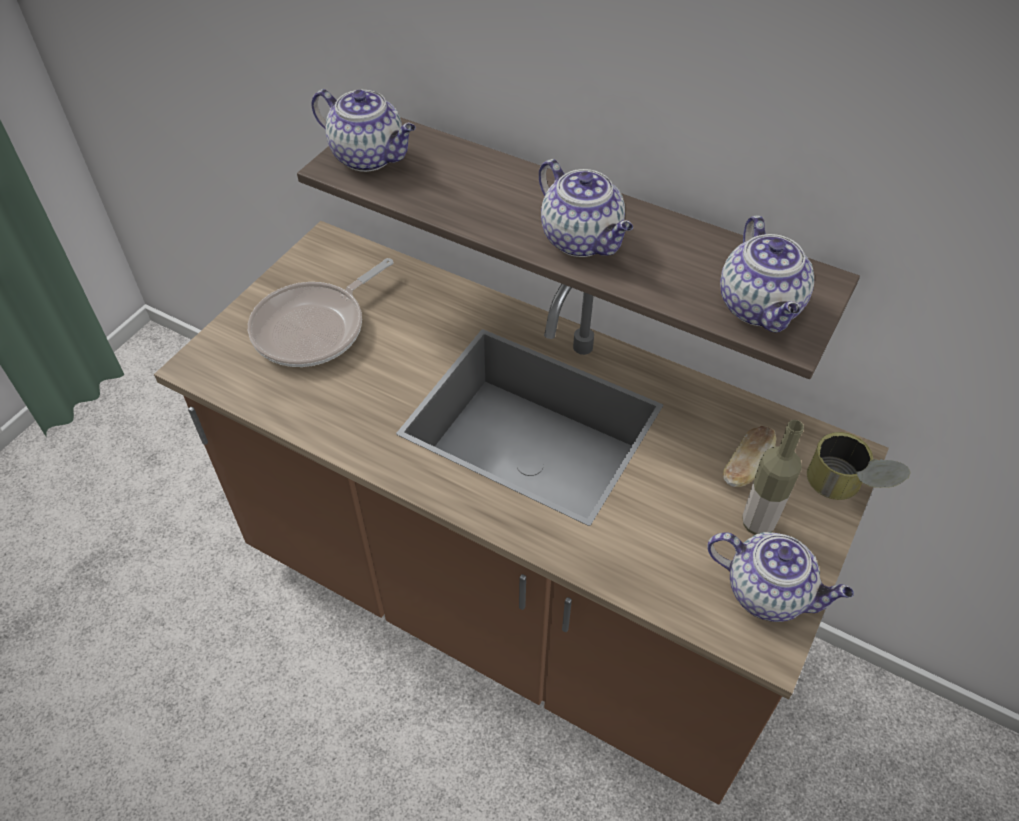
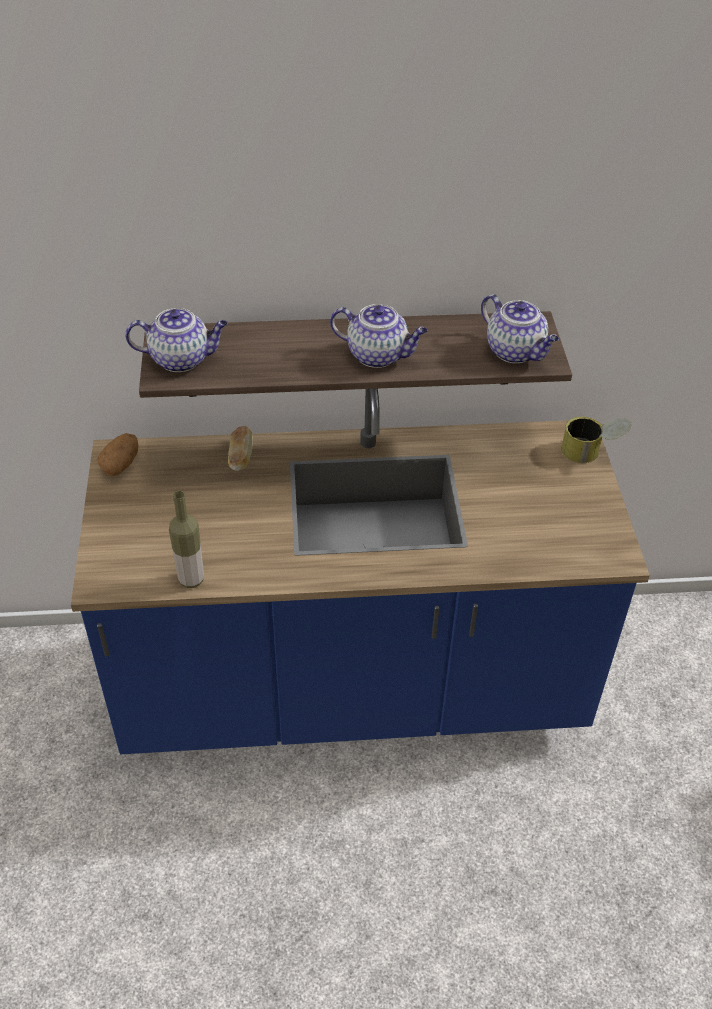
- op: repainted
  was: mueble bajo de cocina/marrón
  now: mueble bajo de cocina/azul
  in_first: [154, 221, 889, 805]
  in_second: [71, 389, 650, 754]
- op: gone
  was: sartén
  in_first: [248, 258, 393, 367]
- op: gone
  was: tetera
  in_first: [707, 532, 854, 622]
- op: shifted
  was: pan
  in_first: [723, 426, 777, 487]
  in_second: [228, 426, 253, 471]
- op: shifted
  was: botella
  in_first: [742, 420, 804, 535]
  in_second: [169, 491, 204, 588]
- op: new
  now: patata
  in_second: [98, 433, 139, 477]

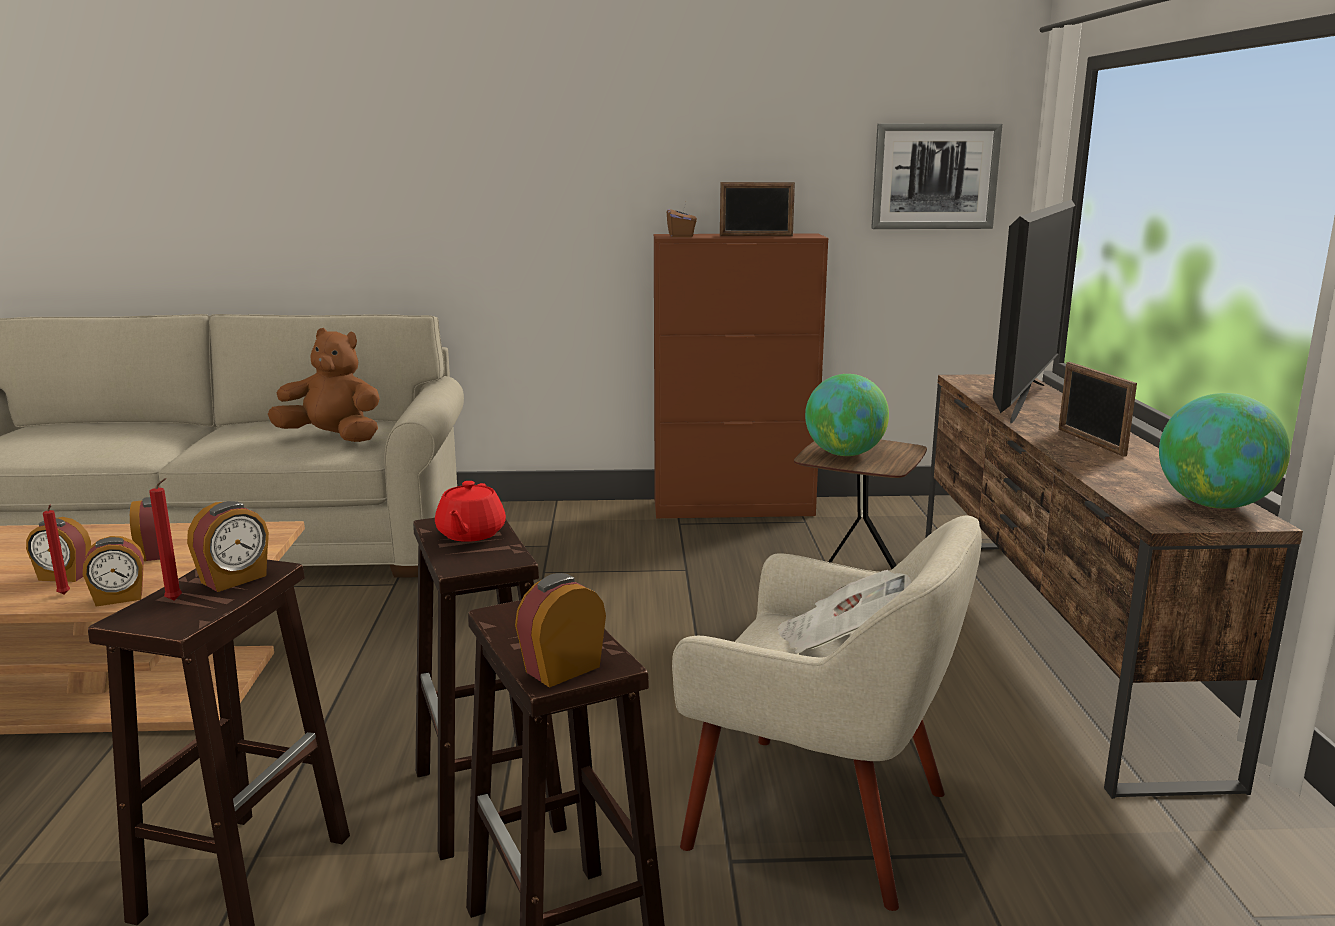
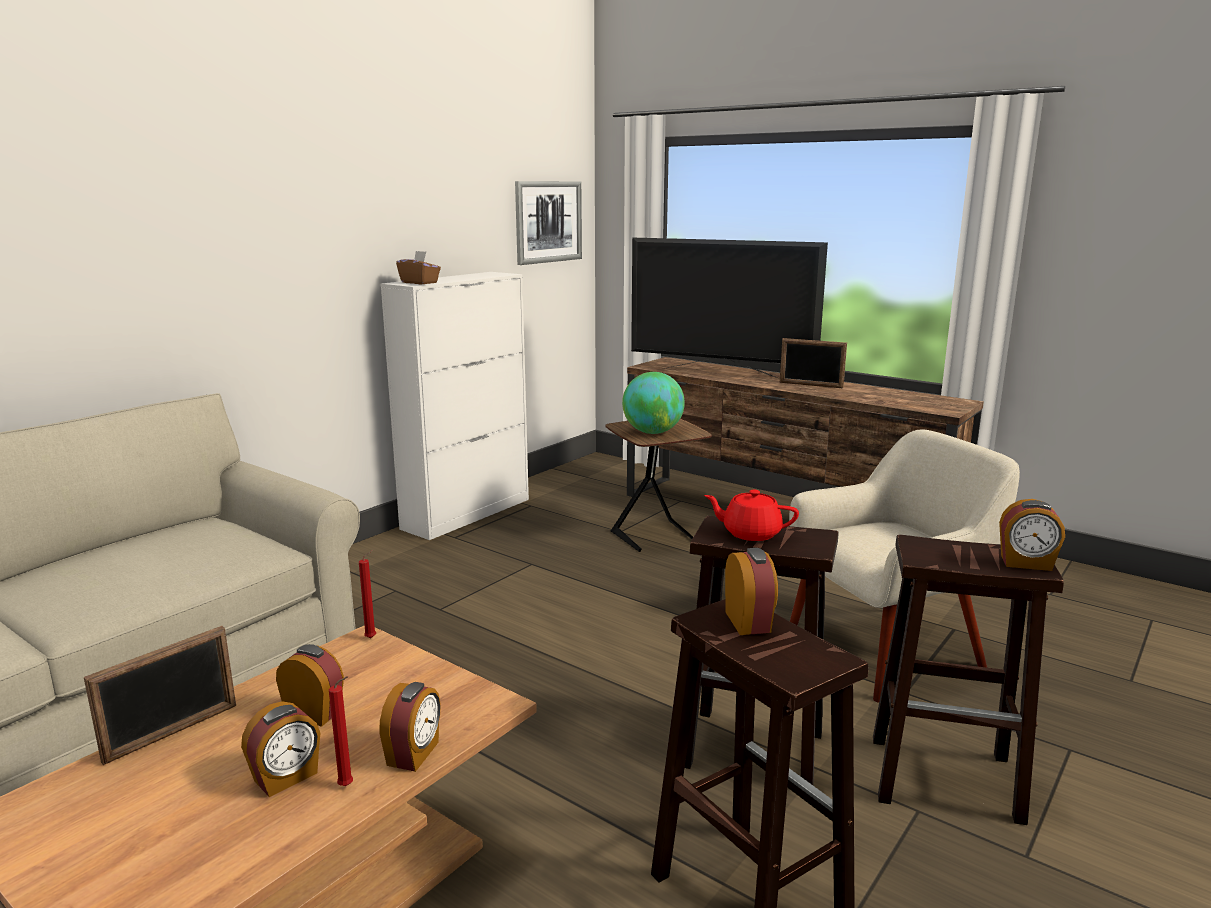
- op: shifted
  was: vela/rojo
  in_first: [149, 478, 182, 600]
  in_second: [359, 550, 376, 639]
- op: gone
  was: peluche/marrón
  in_first: [268, 328, 380, 442]
- op: rotated
  was: tetera/rojo
  in_first: [435, 481, 506, 542]
  in_second: [704, 490, 799, 541]
  clockwise: 150
- op: rotated
  was: despertador
  in_first: [515, 573, 606, 688]
  in_second: [999, 499, 1065, 571]
  clockwise: -75
- op: repainted
  was: armario/marrón
  now: armario/blanco
  in_first: [654, 233, 828, 518]
  in_second: [381, 272, 529, 540]
- op: shifted
  was: portarretratos
  in_first: [720, 182, 795, 236]
  in_second: [84, 626, 236, 765]
- op: gone
  was: periódico
  in_first: [777, 570, 911, 654]
- op: rotated
  was: televisor
  in_first: [993, 200, 1076, 423]
  in_second: [631, 238, 828, 379]
  clockwise: 135
- op: gone
  was: globo terráqueo
  in_first: [1159, 393, 1290, 509]

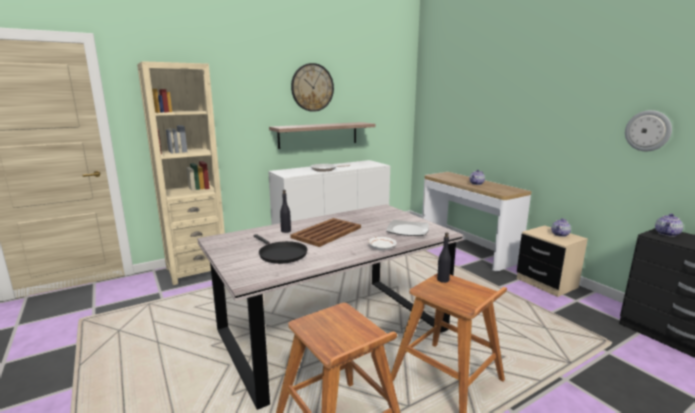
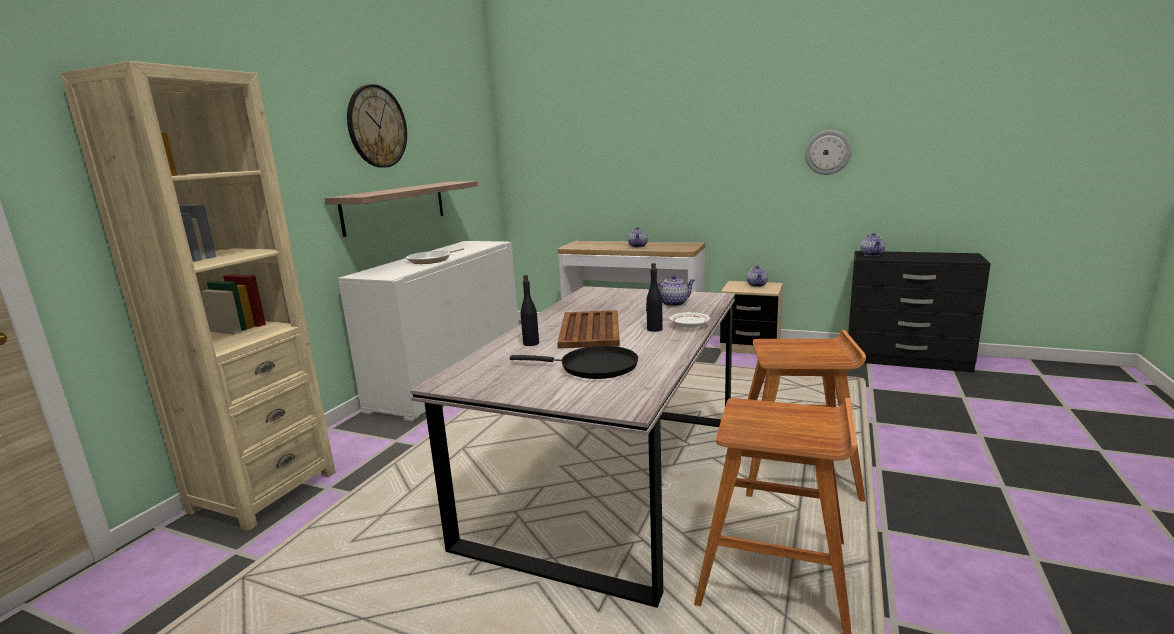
- op: swapped
  was: plato
  now: tetera
  in_first: [386, 220, 429, 236]
  in_second: [657, 275, 695, 306]
- op: shifted
  was: botella/negro
  in_first: [437, 232, 451, 283]
  in_second: [646, 263, 663, 332]

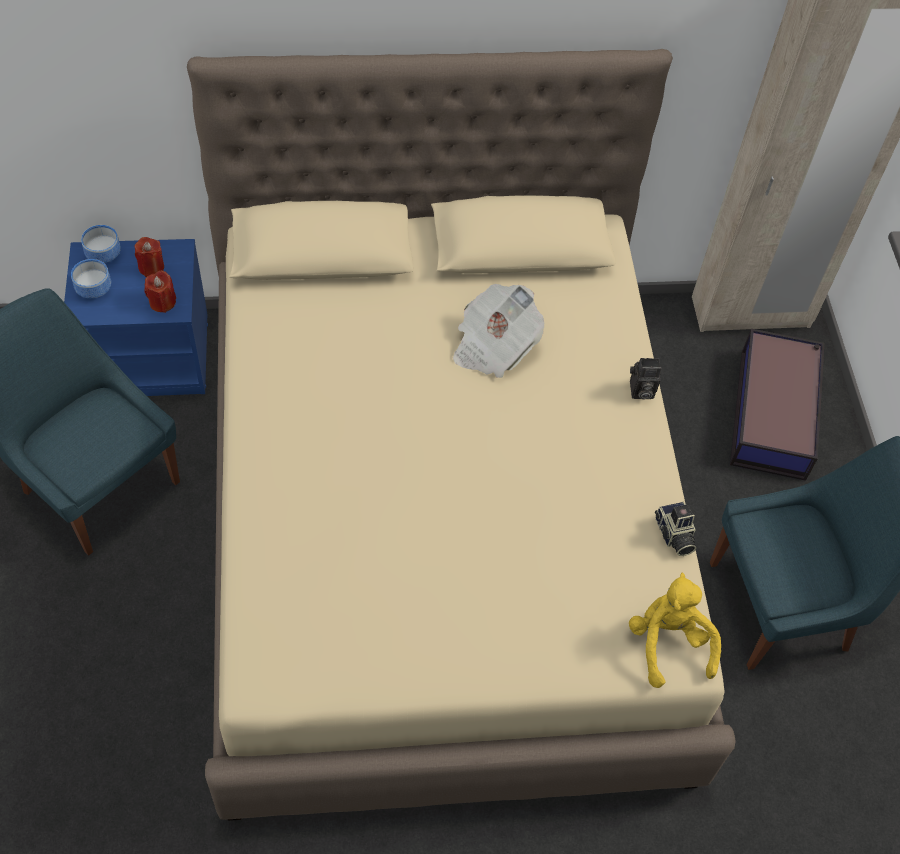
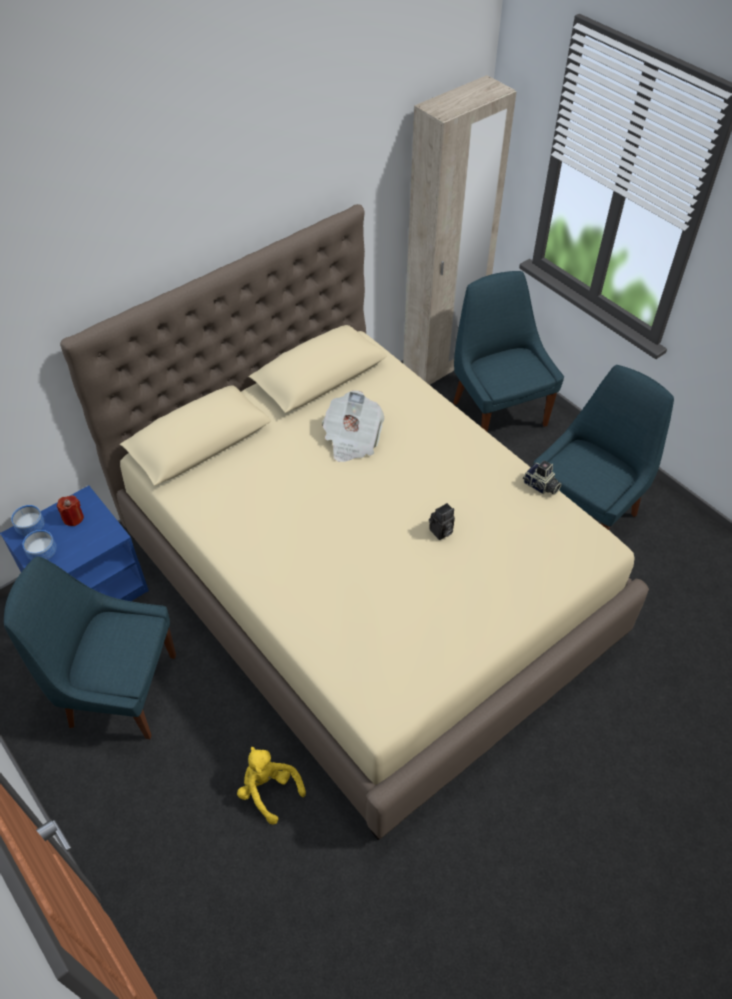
- op: gone
  was: vela/rojo
  in_first: [144, 271, 176, 313]
- op: shifted
  was: peluche/amarillo
  in_first: [629, 573, 721, 688]
  in_second: [237, 747, 306, 825]
- op: shifted
  was: cámara
  in_first: [630, 358, 662, 399]
  in_second: [429, 503, 455, 540]
- op: swapped
  was: caja de almacenaje
  now: silla/azul
  in_first: [730, 329, 824, 481]
  in_second: [453, 271, 564, 432]

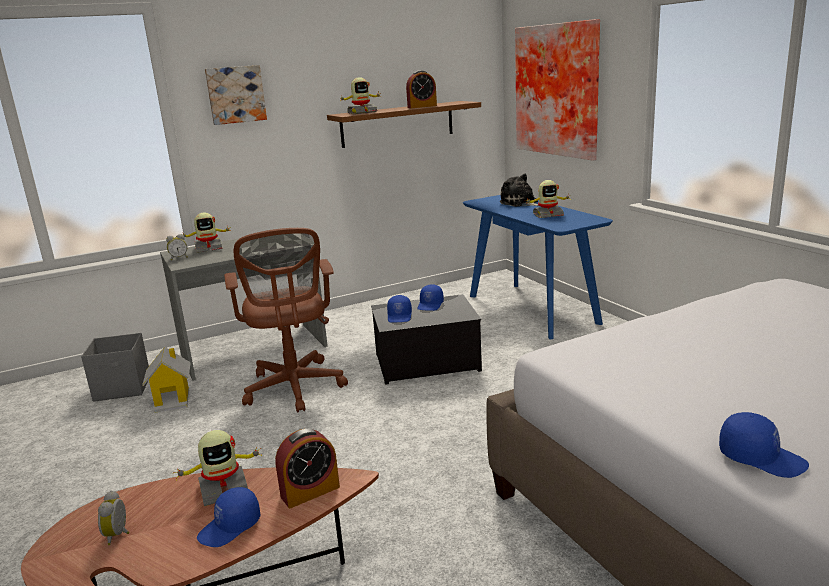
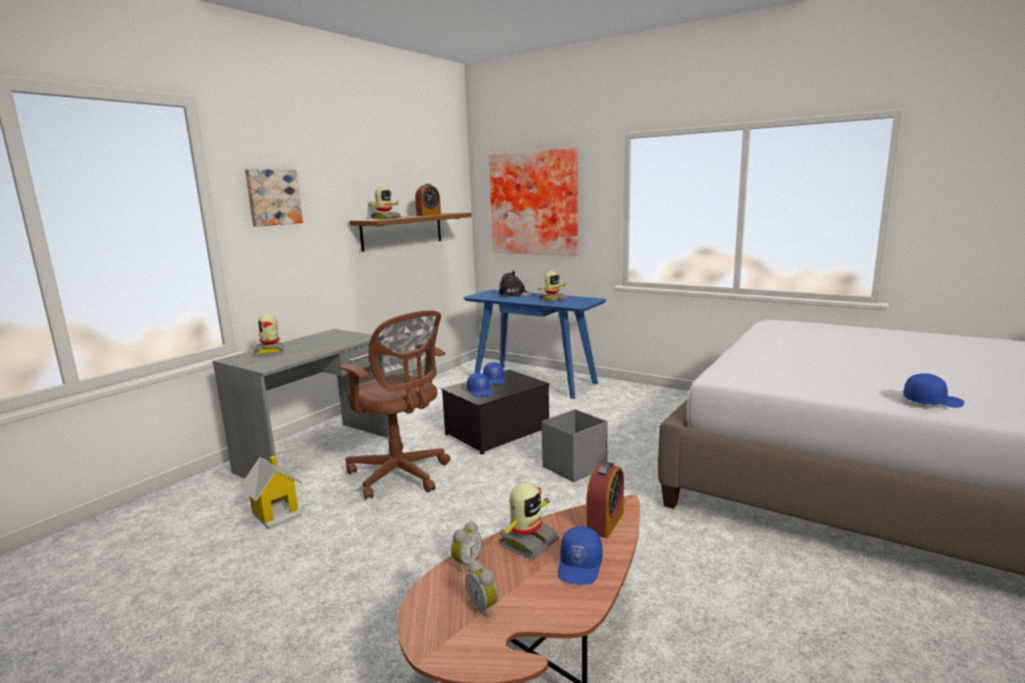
- op: shifted
  was: caja de almacenaje/gris
  in_first: [81, 333, 149, 402]
  in_second: [542, 409, 607, 482]
- op: shifted
  was: despertador
  in_first: [166, 234, 188, 260]
  in_second: [451, 521, 482, 572]
- op: rotated
  was: robot de juguete
  in_first: [182, 212, 231, 253]
  in_second: [253, 314, 284, 356]
  clockwise: 120

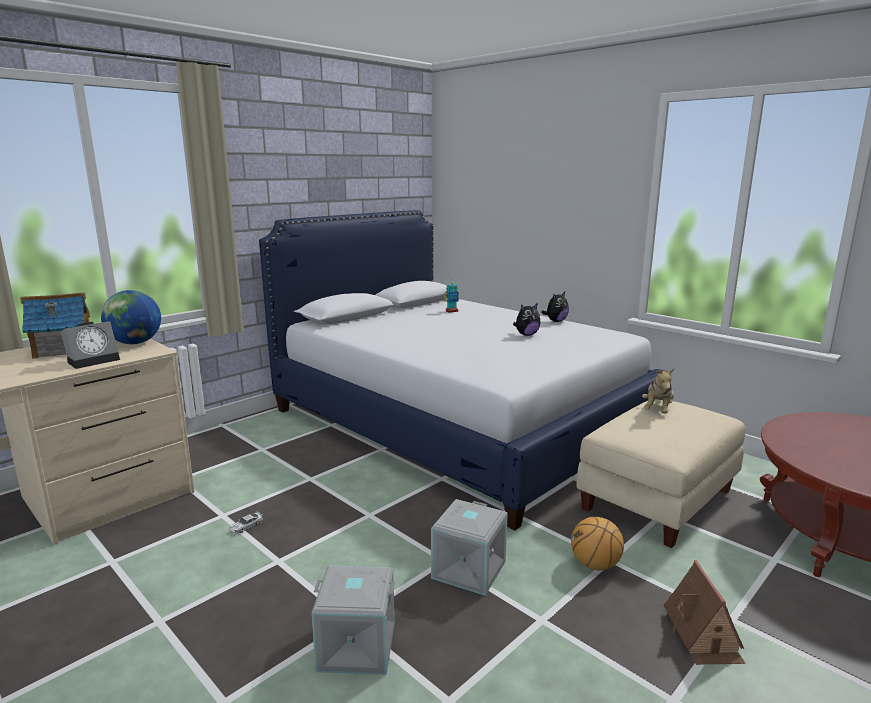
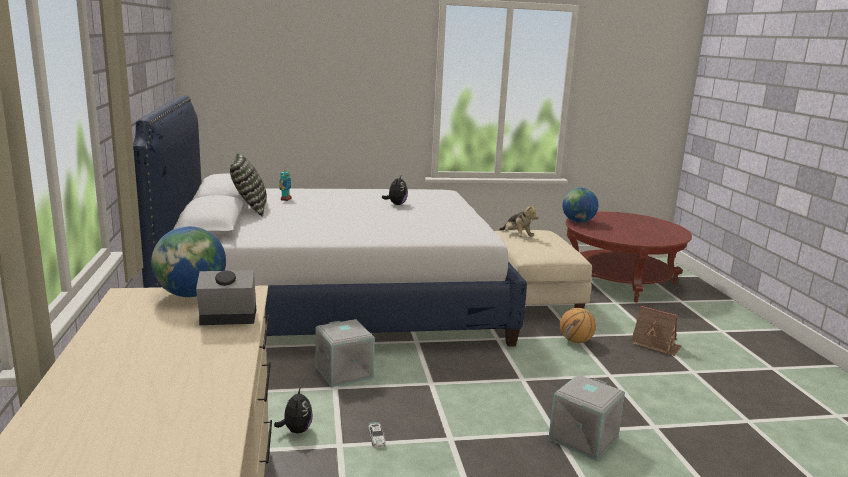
- op: gone
  was: casita
  in_first: [20, 292, 90, 359]
- op: rotated
  was: despertador
  in_first: [61, 321, 120, 369]
  in_second: [196, 270, 256, 325]
  clockwise: -90
- op: shifted
  was: caja de almacenaje/gris
  in_first: [431, 499, 508, 596]
  in_second: [316, 319, 375, 387]
- op: shifted
  was: peluche
  in_first: [541, 292, 569, 322]
  in_second: [274, 387, 313, 433]
- op: new
  now: cojín
  in_second: [230, 154, 267, 217]
- op: new
  now: globo terráqueo
  in_second: [562, 188, 598, 223]

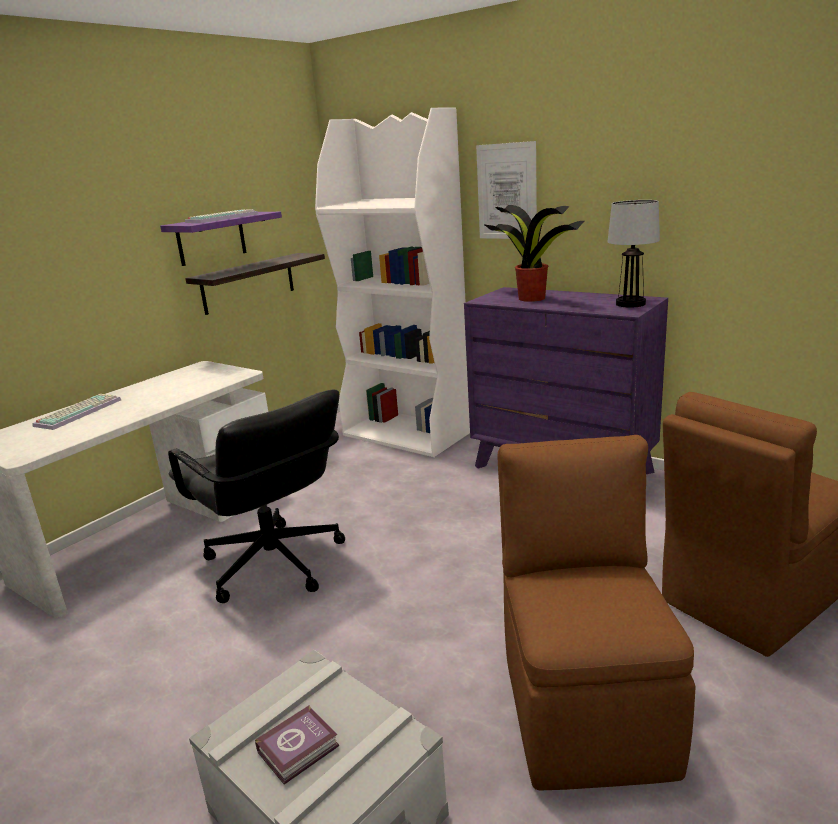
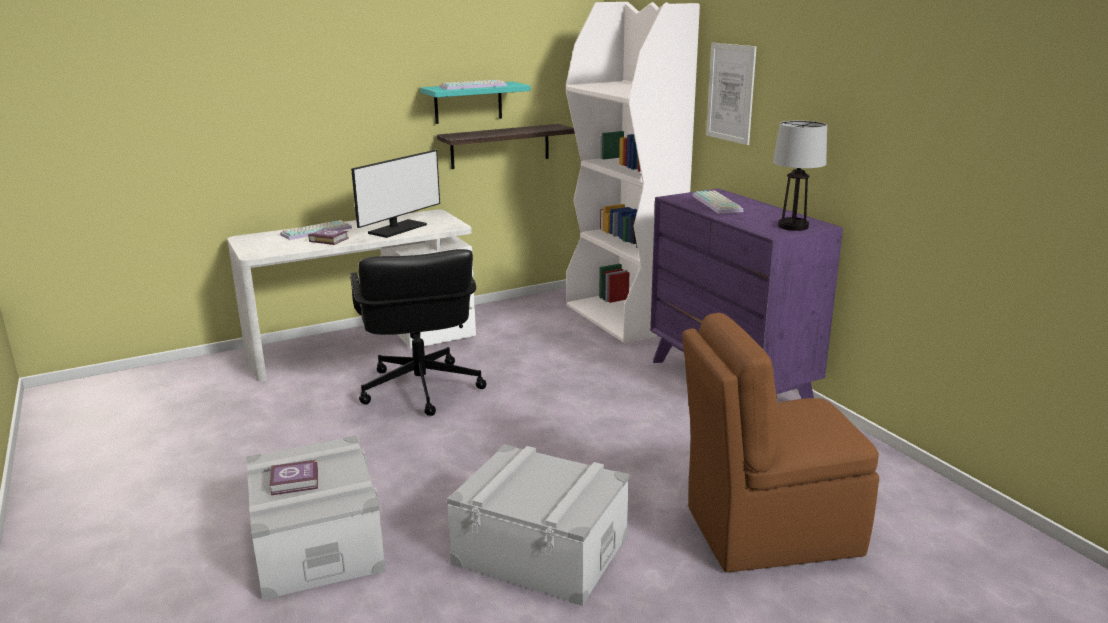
- op: repainted
  was: estante/morado
  now: estante/turquesa
  in_first: [160, 212, 282, 266]
  in_second: [420, 82, 531, 124]
- op: swapped
  was: planta en maceta
  now: teclado
  in_first: [483, 205, 584, 302]
  in_second: [692, 190, 744, 214]
- op: swapped
  was: silla/marrón
  now: caja de almacenaje/gris
  in_first: [498, 435, 695, 790]
  in_second: [447, 444, 629, 606]
- op: new
  now: libro
  in_second: [308, 229, 349, 245]
- op: new
  now: monitor
  in_second: [351, 150, 440, 238]

